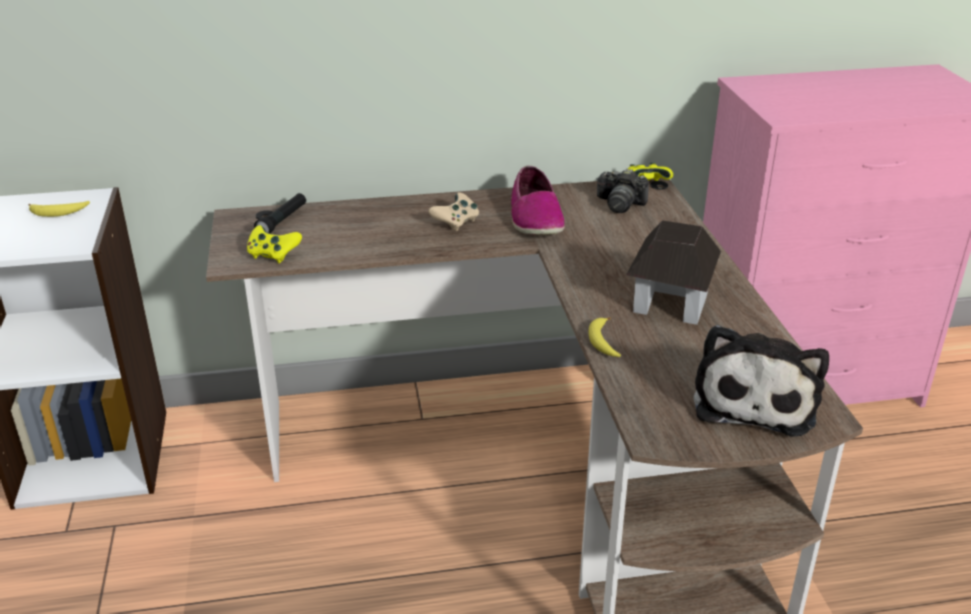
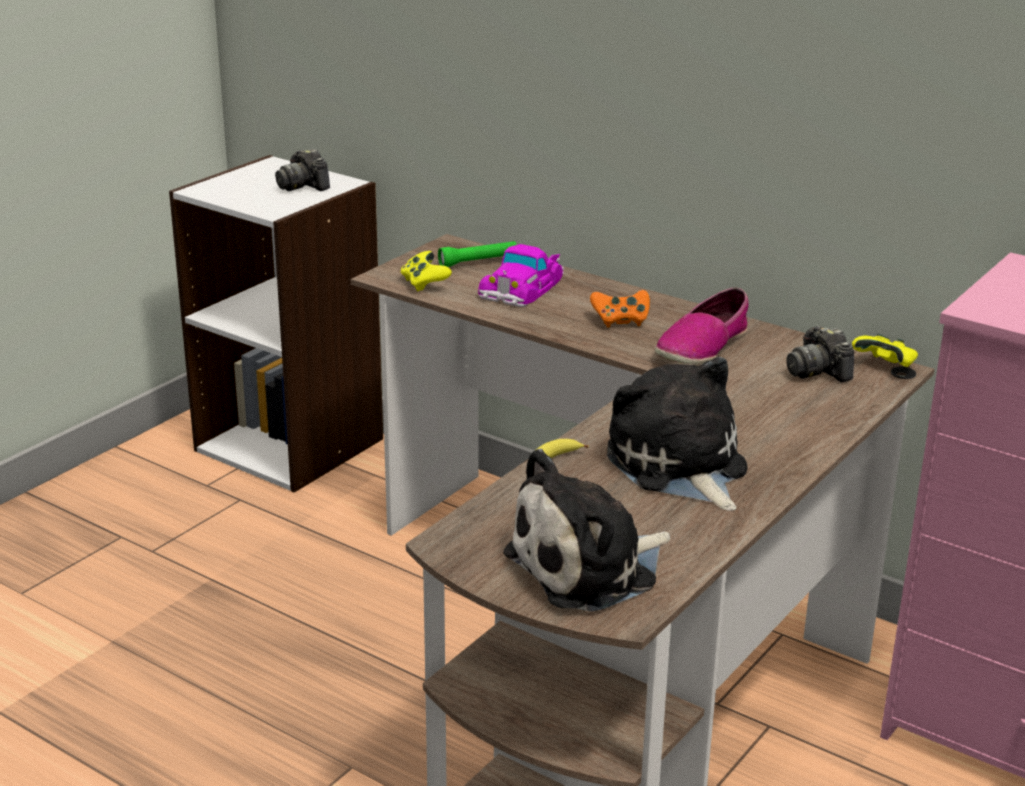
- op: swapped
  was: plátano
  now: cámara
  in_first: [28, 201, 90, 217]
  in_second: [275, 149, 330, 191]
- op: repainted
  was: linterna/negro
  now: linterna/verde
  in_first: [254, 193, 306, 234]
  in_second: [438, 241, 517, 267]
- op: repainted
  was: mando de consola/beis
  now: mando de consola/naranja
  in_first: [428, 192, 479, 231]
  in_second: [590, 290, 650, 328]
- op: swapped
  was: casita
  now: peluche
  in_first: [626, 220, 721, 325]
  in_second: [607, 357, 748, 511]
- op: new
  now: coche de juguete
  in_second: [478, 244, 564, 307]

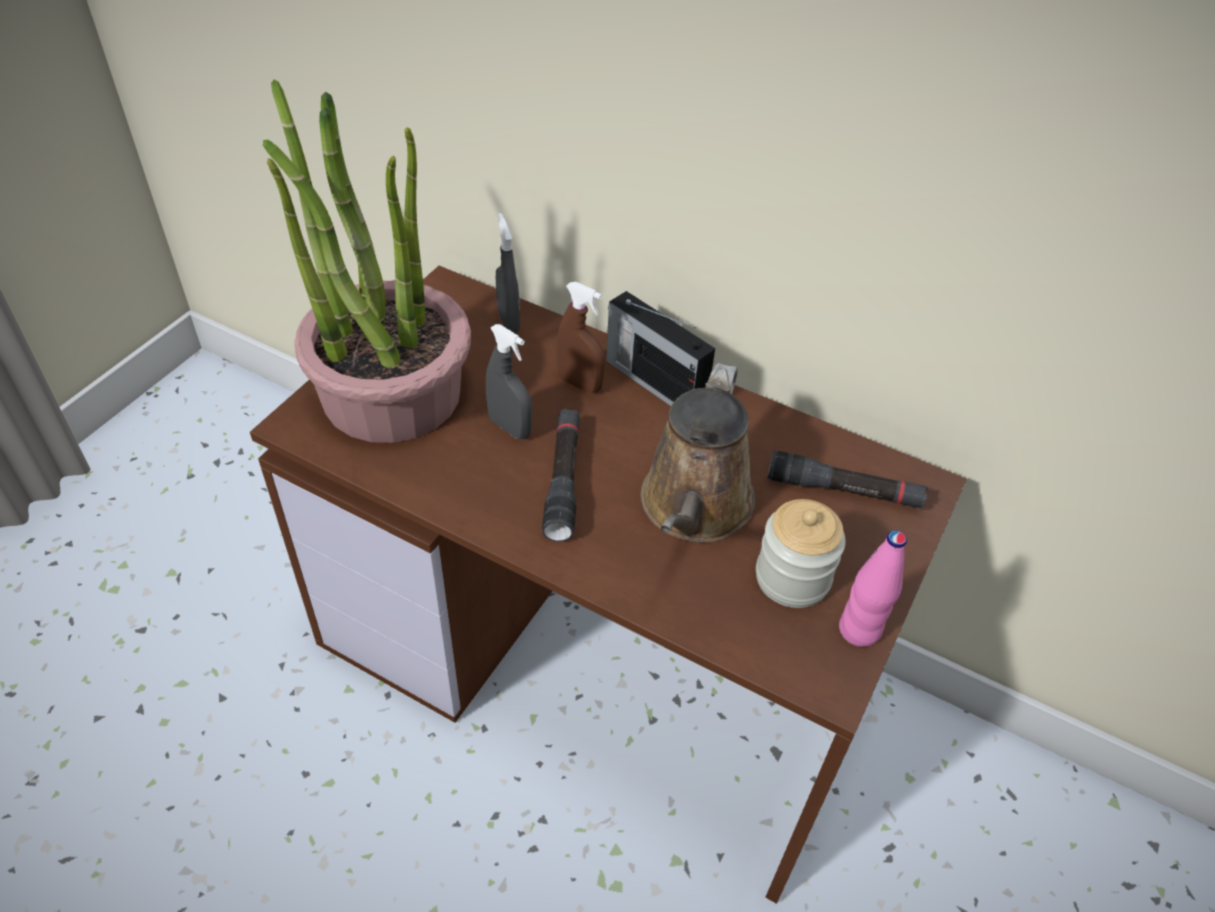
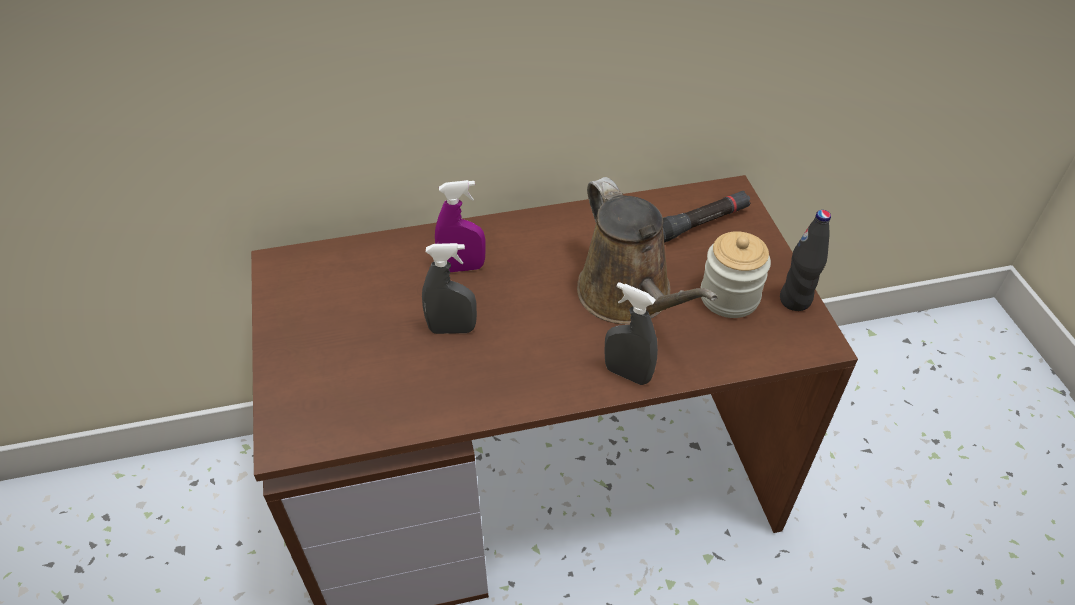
- op: gone
  was: planta en maceta
  in_first: [263, 80, 471, 443]
- op: shifted
  was: pulverizador/gris
  in_first: [496, 213, 520, 334]
  in_second: [605, 282, 658, 385]
- op: gone
  was: linterna/negro
  in_first: [542, 408, 580, 542]
- op: repainted
  was: pulverizador/marrón
  now: pulverizador/morado
  in_first: [556, 282, 605, 394]
  in_second: [435, 180, 485, 272]
- op: gone
  was: radio
  in_first: [606, 291, 715, 406]
- op: repainted
  was: botella/rosa
  now: botella/negro
  in_first: [839, 530, 907, 647]
  in_second: [780, 210, 831, 311]

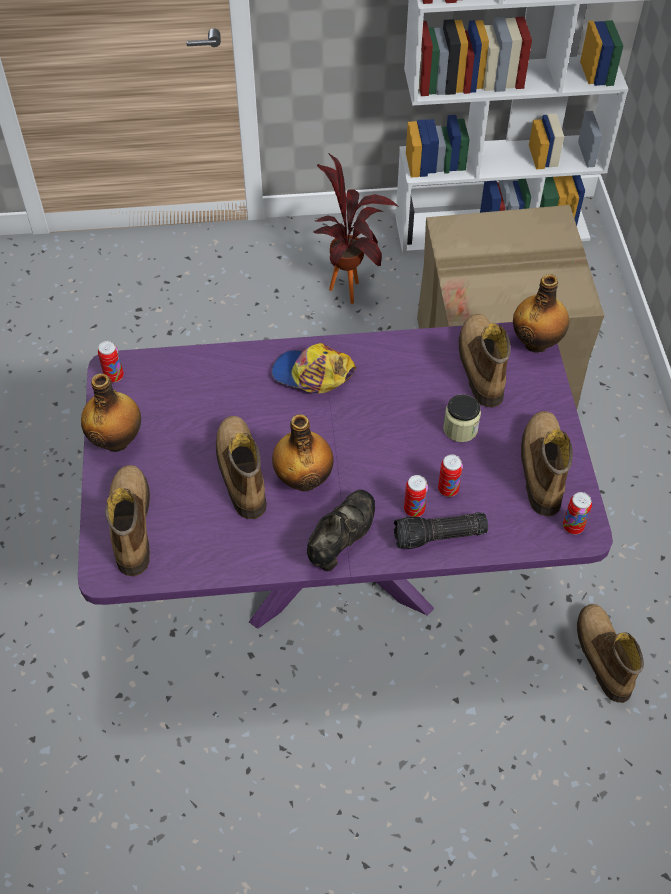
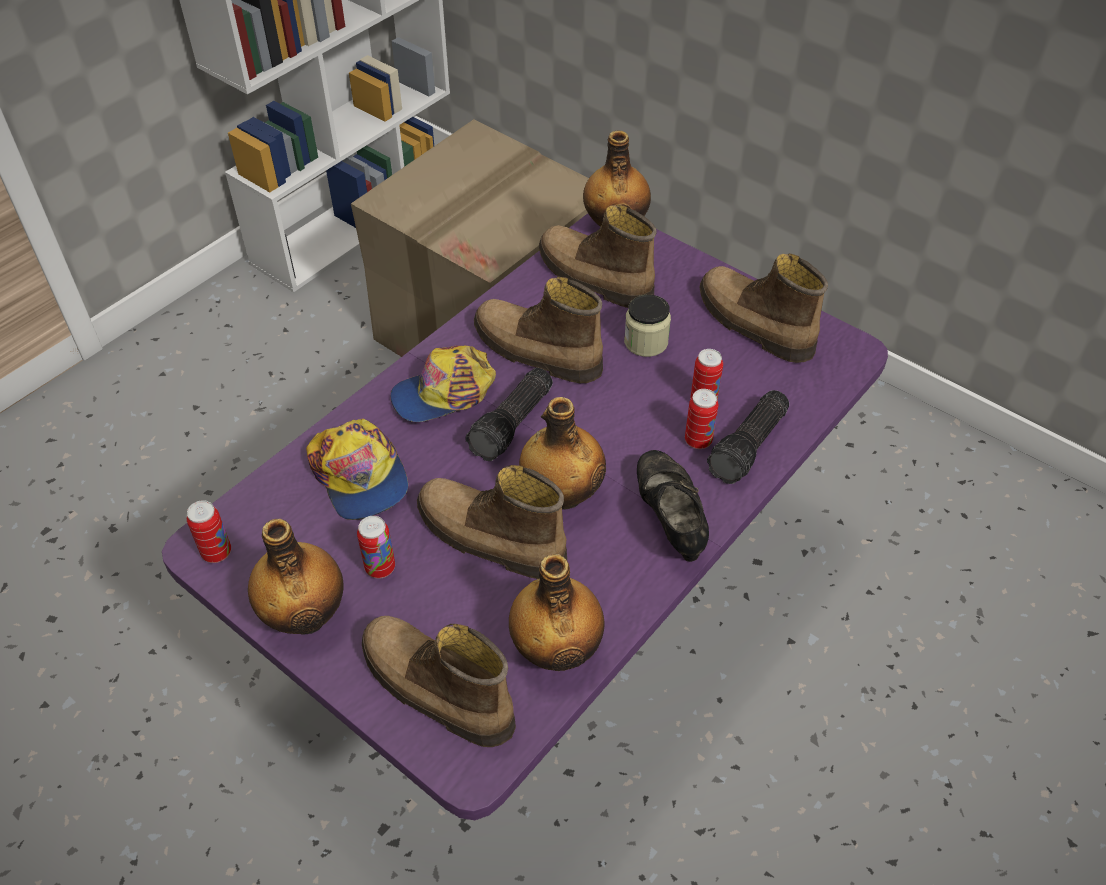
- op: gone
  was: planta en maceta
  in_first: [314, 153, 399, 304]
- op: shifted
  was: lata
  in_first: [563, 492, 592, 535]
  in_second: [357, 516, 395, 579]
- op: shifted
  was: bota
  in_first: [577, 604, 644, 703]
  in_second: [474, 277, 603, 383]
- op: new
  now: gorra
  in_second: [306, 419, 408, 520]
- op: new
  now: linterna
  in_second: [465, 368, 553, 461]
- op: new
  now: botella
  in_second: [509, 554, 604, 671]

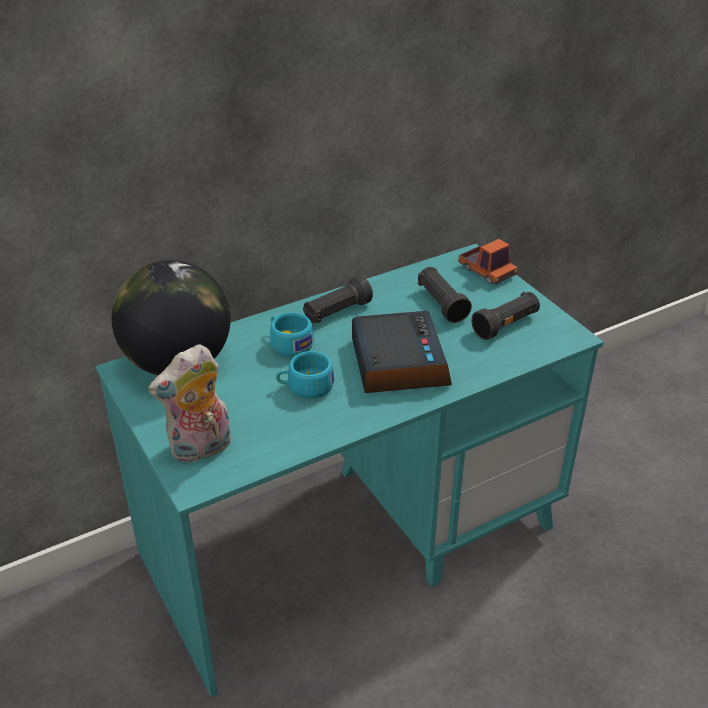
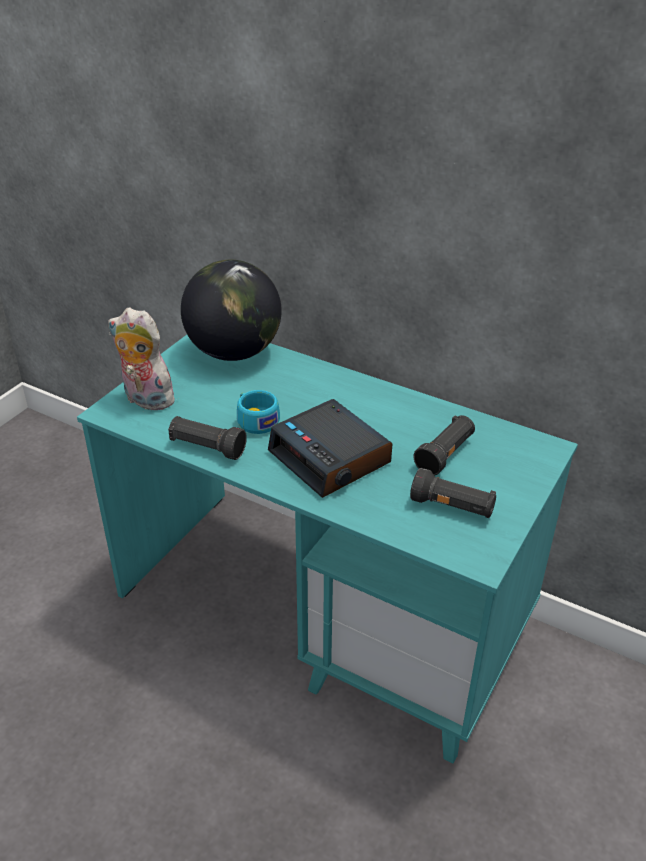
- op: gone
  was: taza/turquesa
  in_first: [270, 312, 314, 357]
- op: shifted
  was: linterna/negro
  in_first: [303, 275, 373, 323]
  in_second: [168, 416, 247, 460]
- op: rotated
  was: despertador
  in_first: [352, 311, 452, 393]
  in_second: [268, 399, 392, 498]
  clockwise: 90
- op: gone
  was: camión de juguete
  in_first: [458, 239, 518, 285]

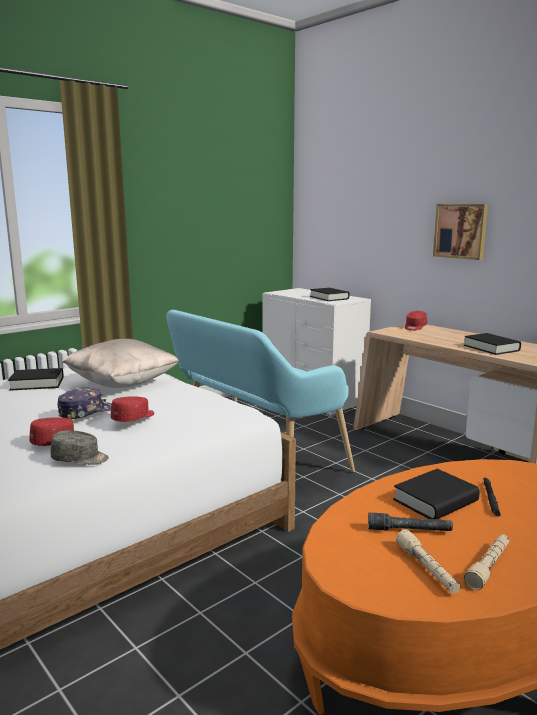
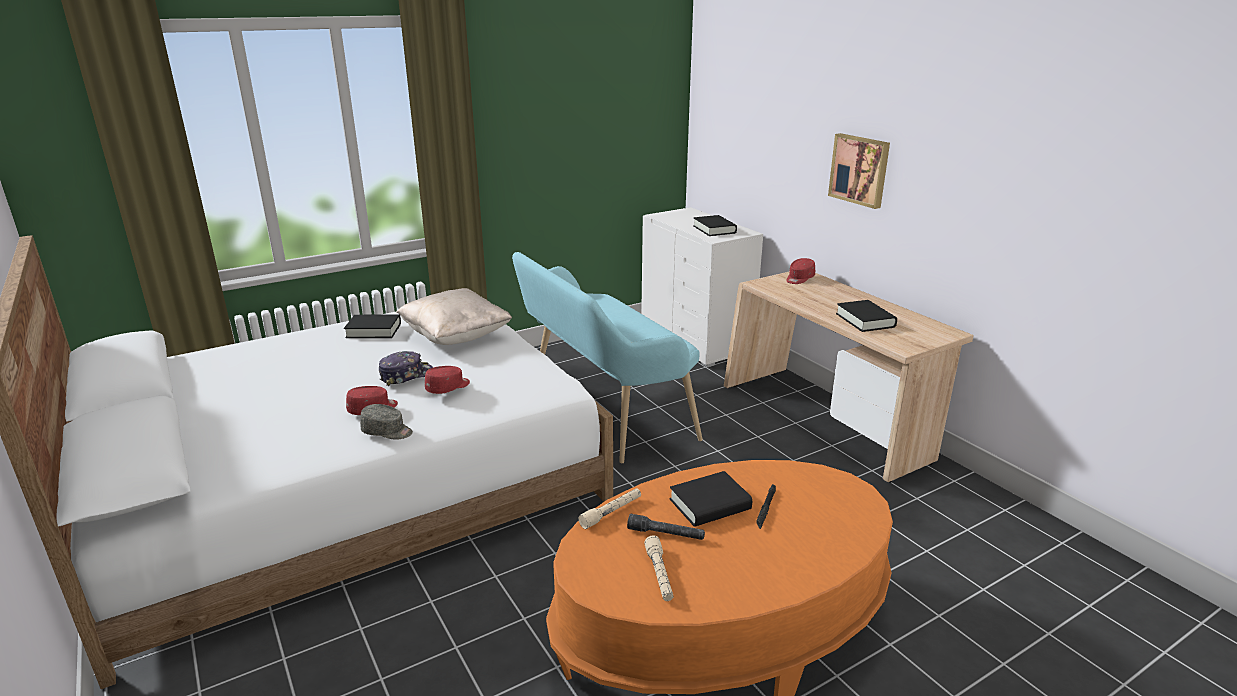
- op: shifted
  was: linterna/beis
  in_first: [464, 534, 509, 590]
  in_second: [578, 488, 641, 529]

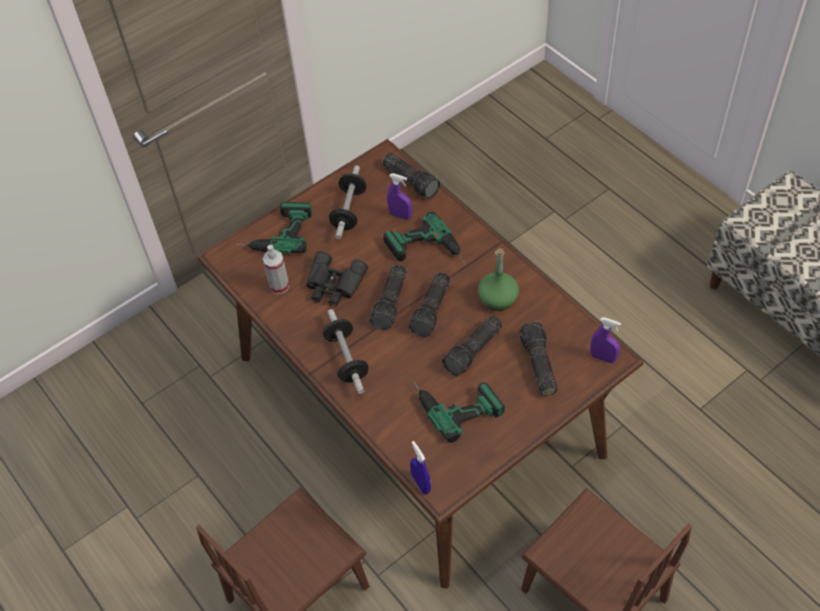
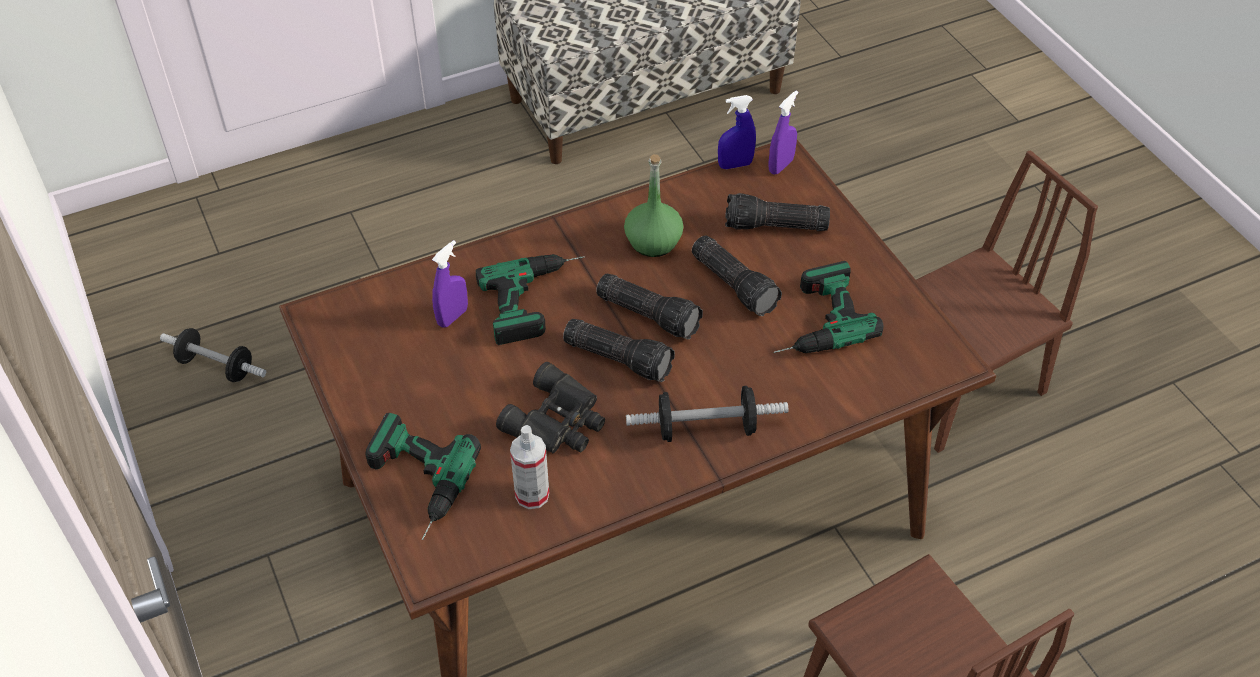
- op: shifted
  was: mancuerna
  in_first: [329, 166, 366, 239]
  in_second: [160, 328, 266, 382]
- op: gone
  was: linterna
  in_first: [383, 153, 440, 199]
- op: shifted
  was: pulverizador/azul
  in_first: [410, 441, 431, 494]
  in_second: [718, 95, 756, 169]

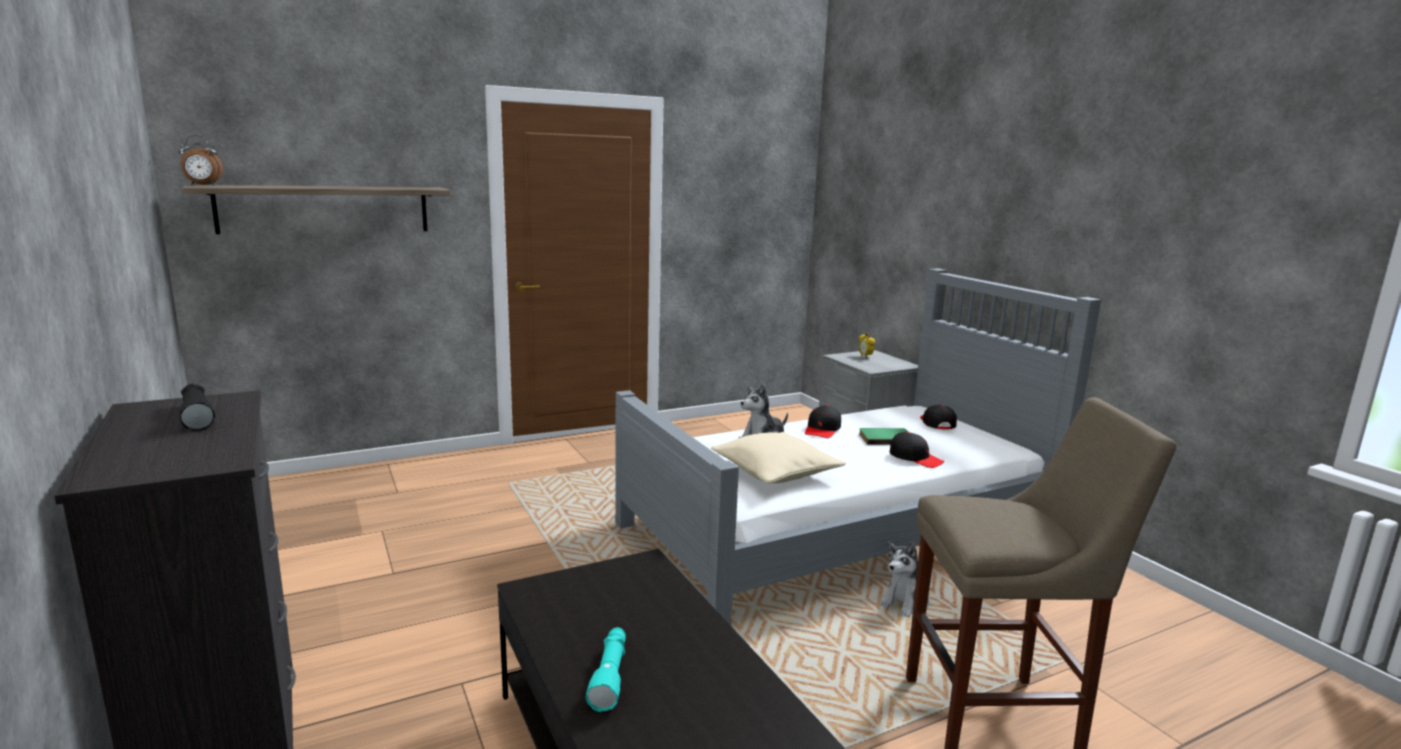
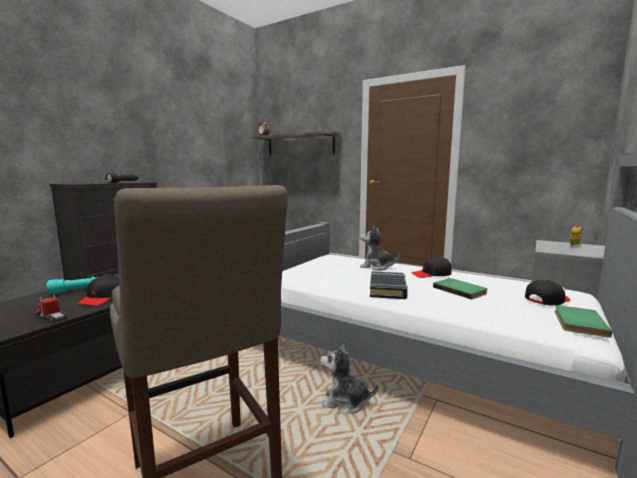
- op: gone
  was: cojín/beis
  in_first: [711, 432, 846, 483]
- op: shifted
  was: gorra/negro
  in_first: [890, 432, 944, 468]
  in_second: [77, 274, 119, 306]
- op: new
  now: camión de juguete
  in_second: [35, 294, 67, 322]
- op: new
  now: libro/negro
  in_second: [370, 271, 408, 299]
- op: new
  now: libro/verde
  in_second: [554, 305, 612, 338]

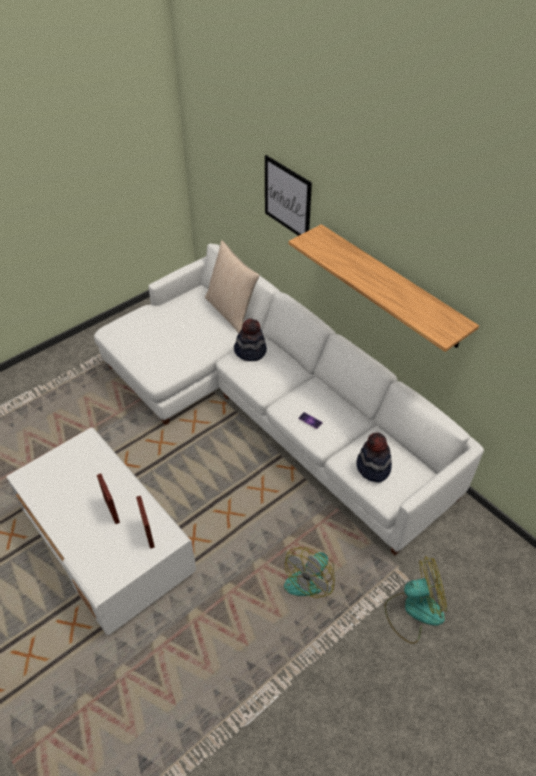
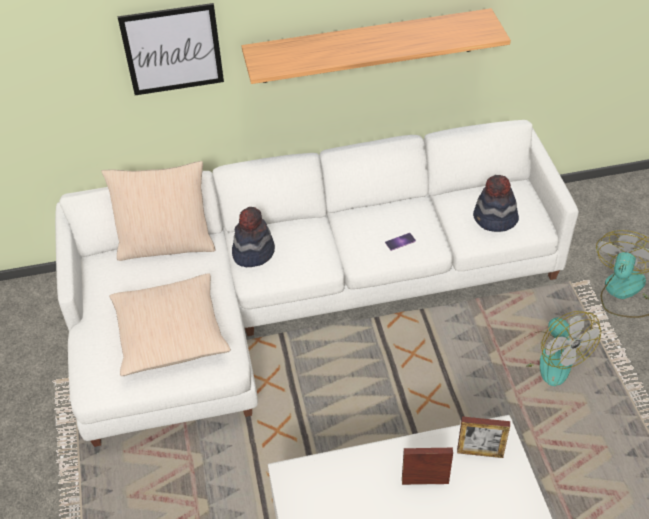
- op: new
  now: cojín/beis
  in_second: [109, 273, 231, 376]

